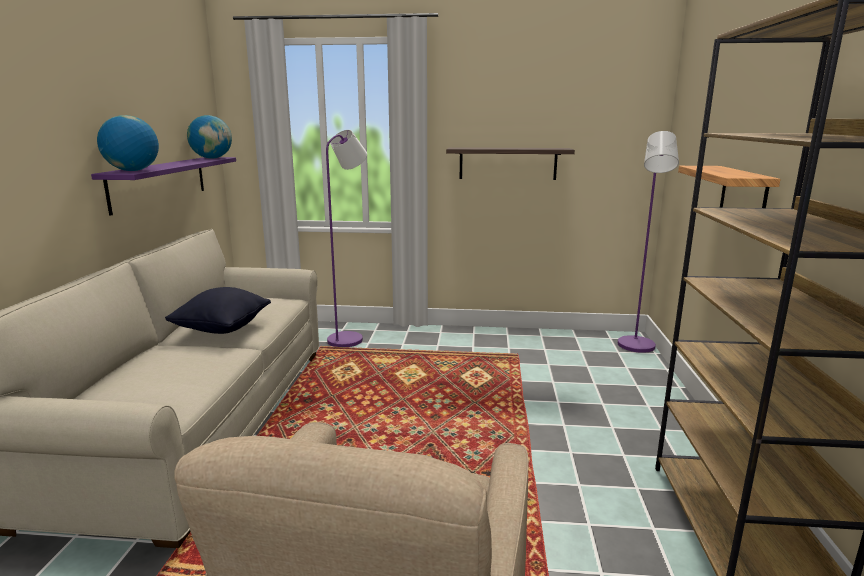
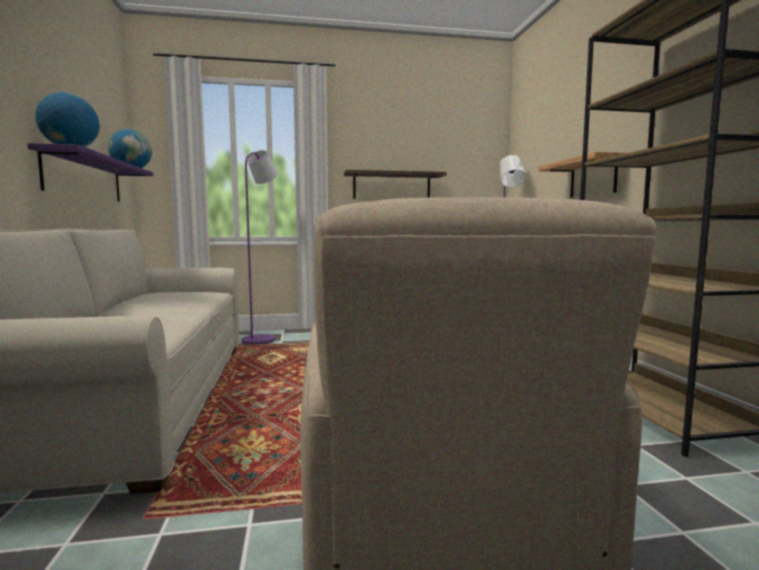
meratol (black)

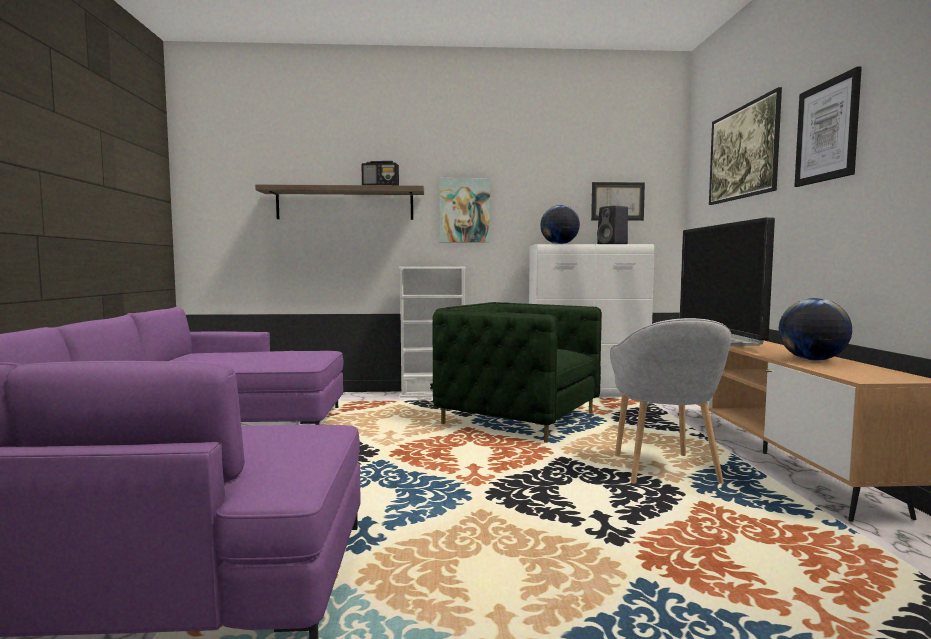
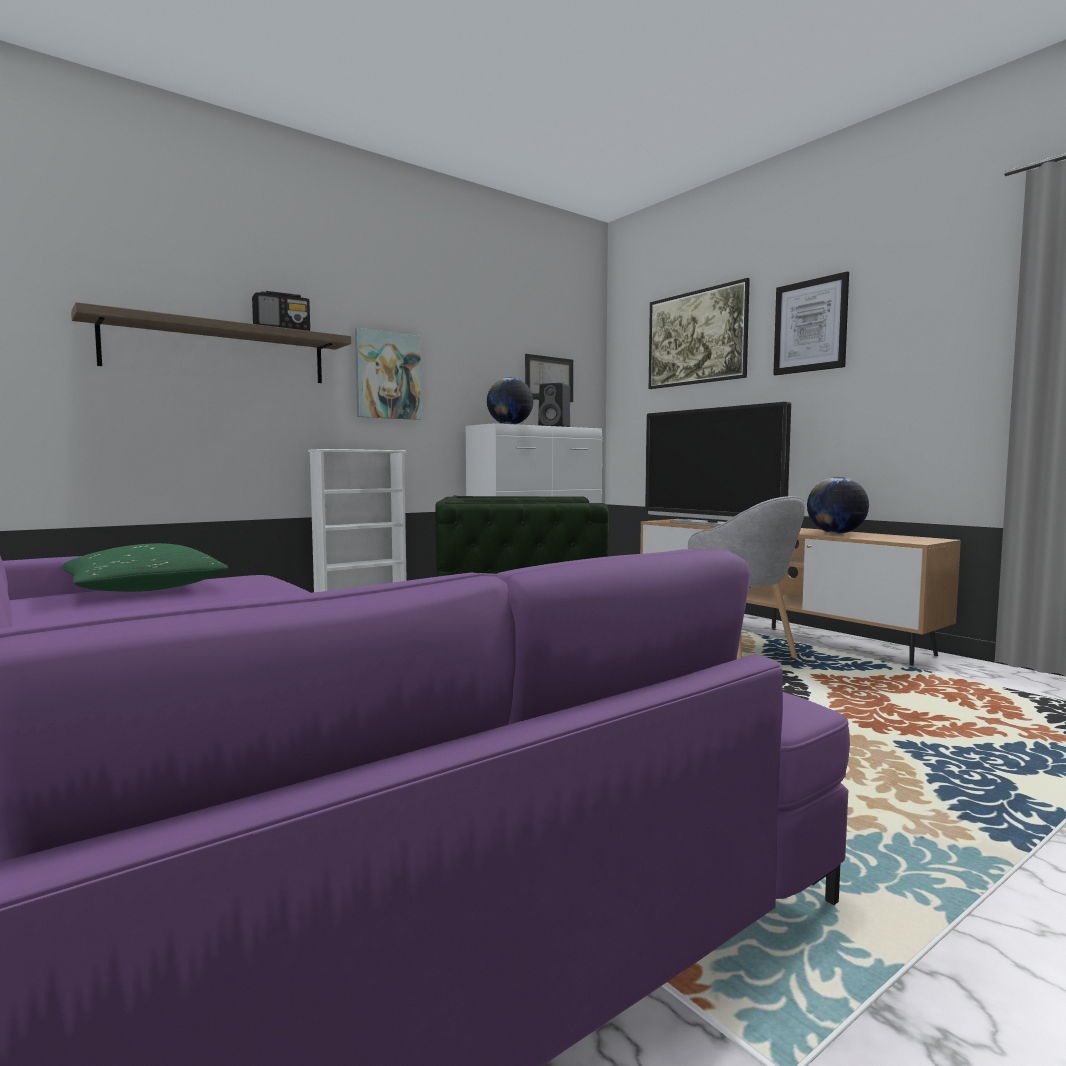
meratol (green)

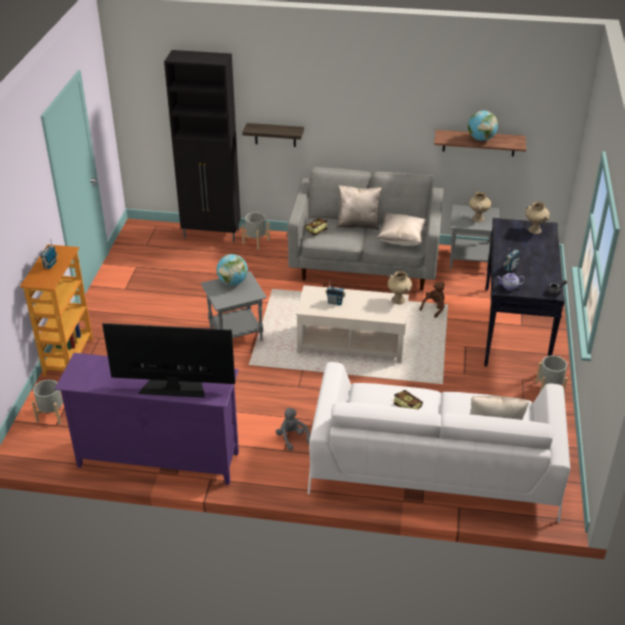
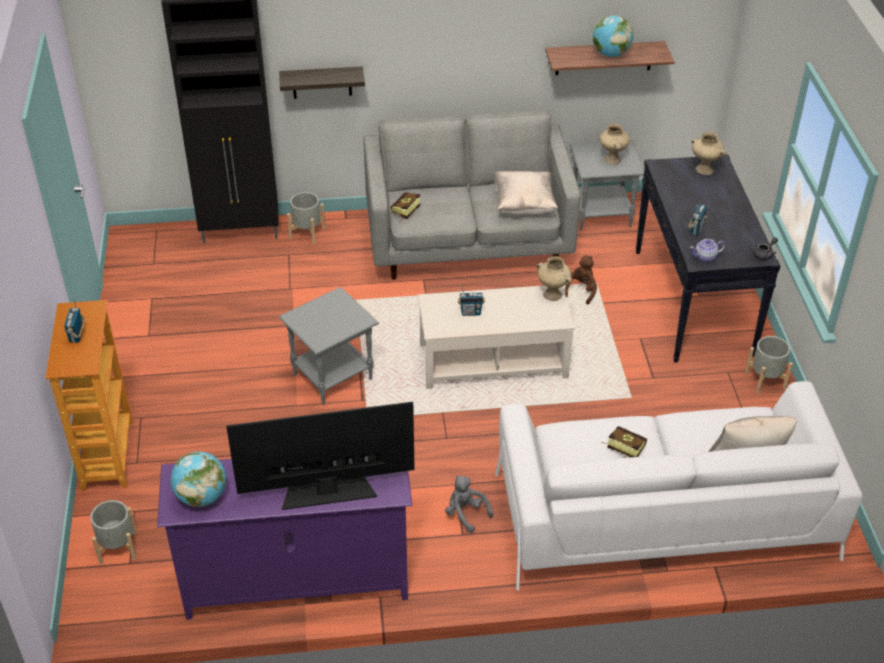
meratol (beige) (no. 1 from left in the first image)
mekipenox (no. 1 from left)

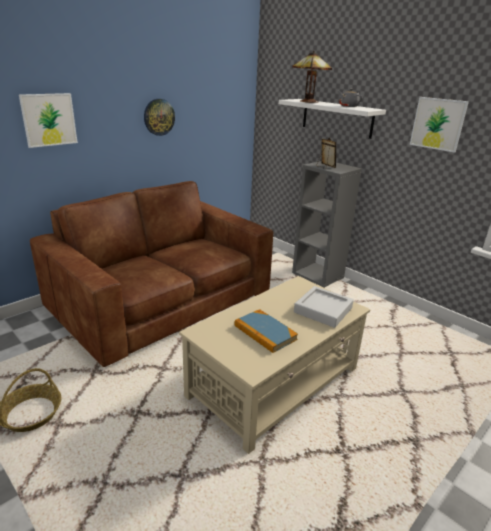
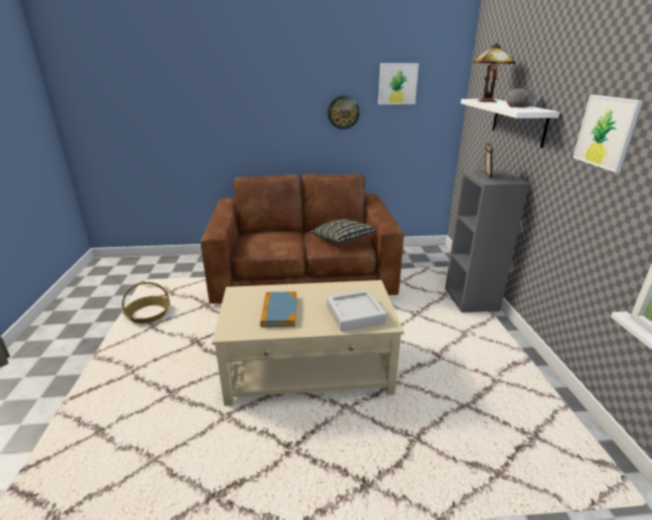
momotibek (no. 1 from left)
meratol

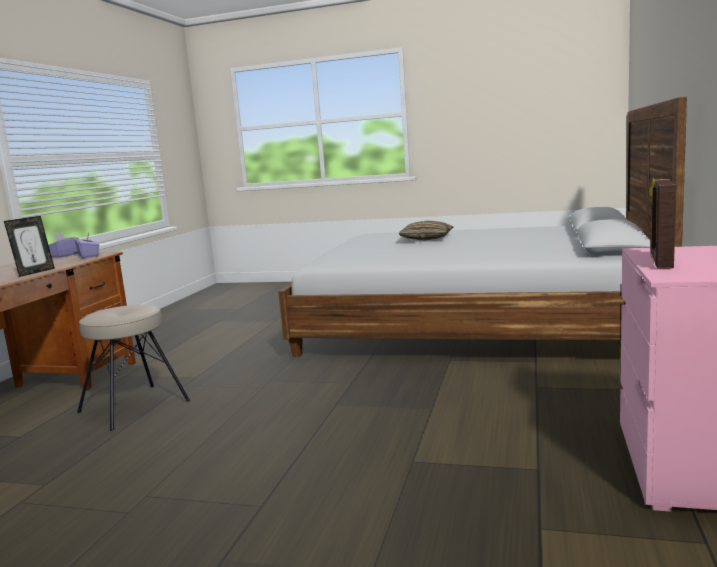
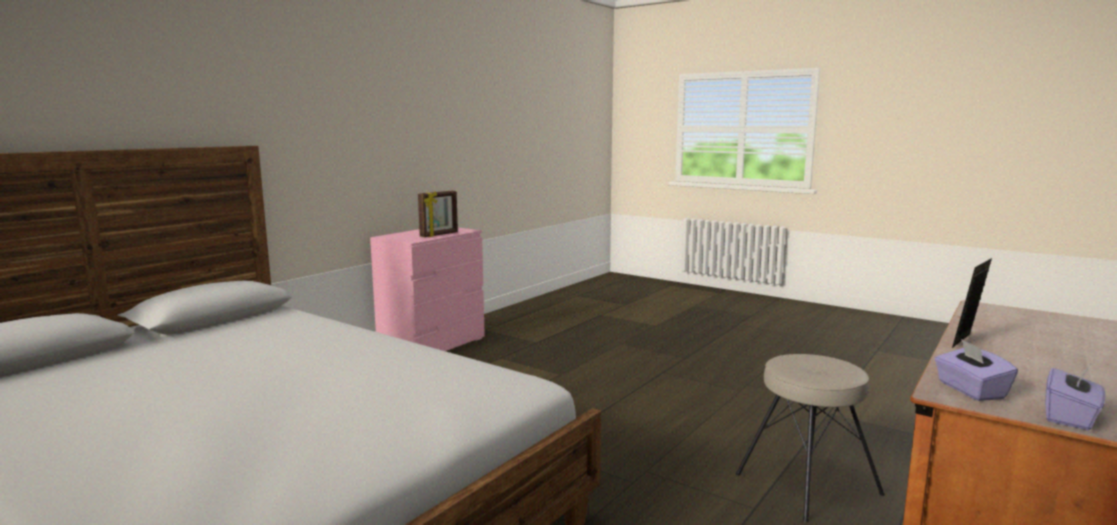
meratol

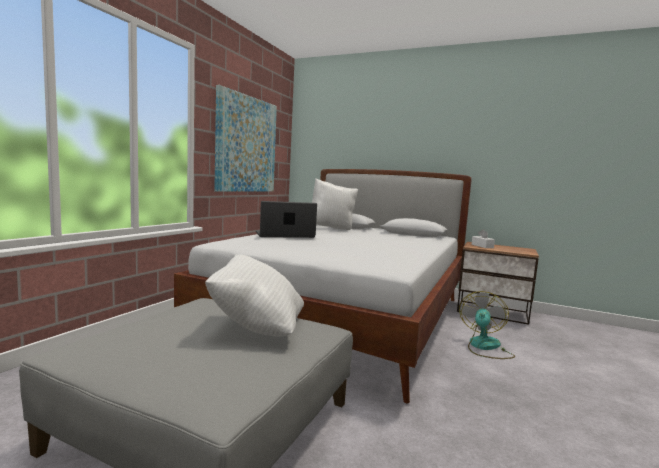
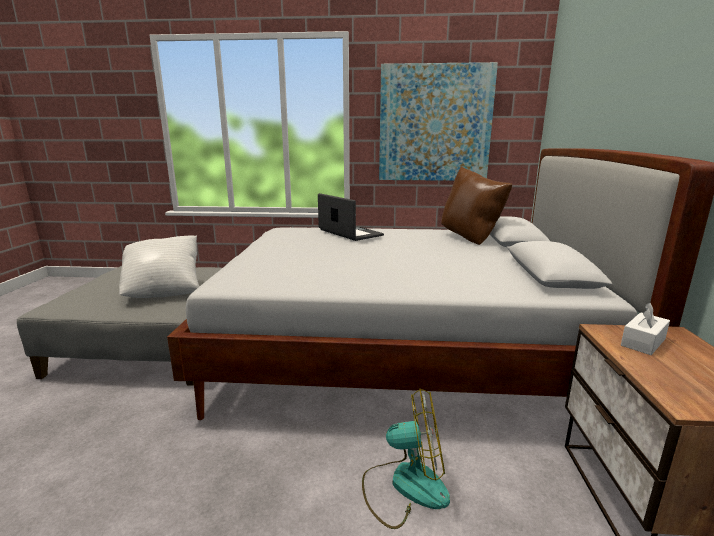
meratol (brown)

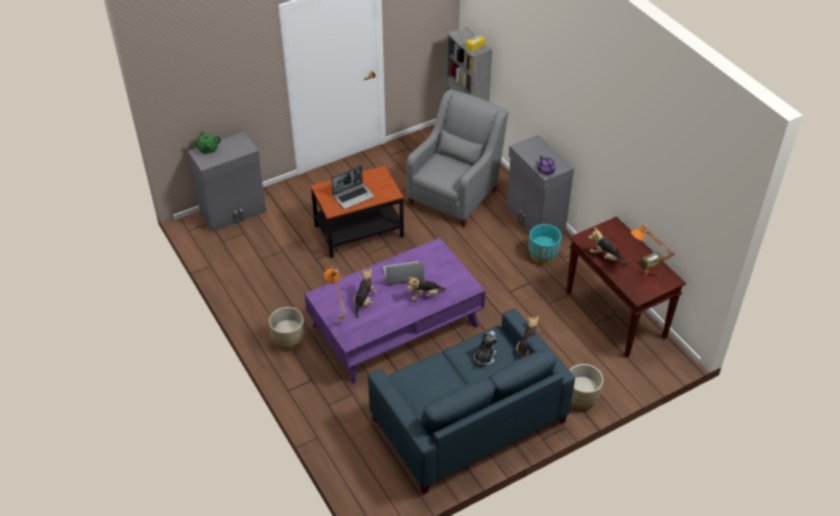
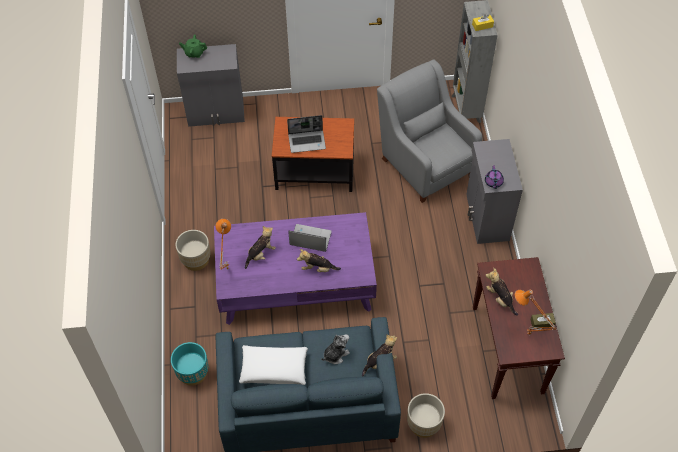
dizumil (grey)
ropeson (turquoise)
meratol (white)

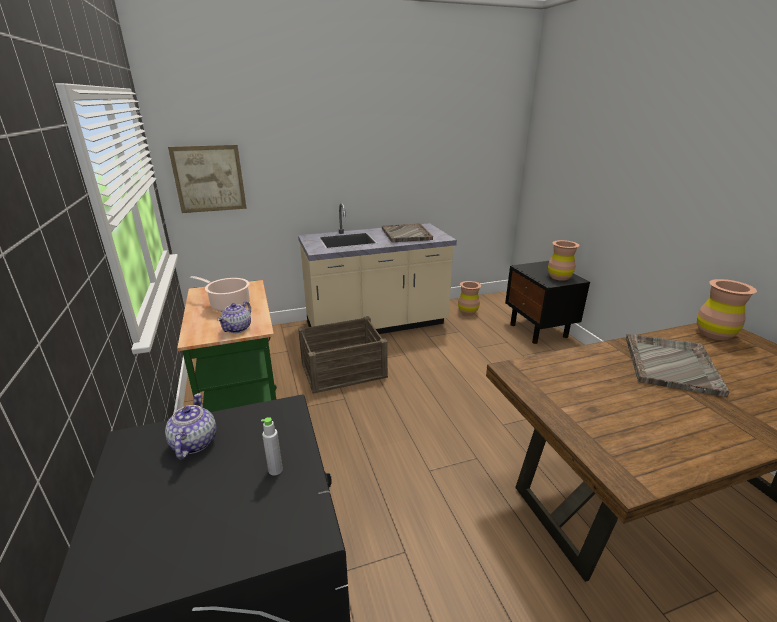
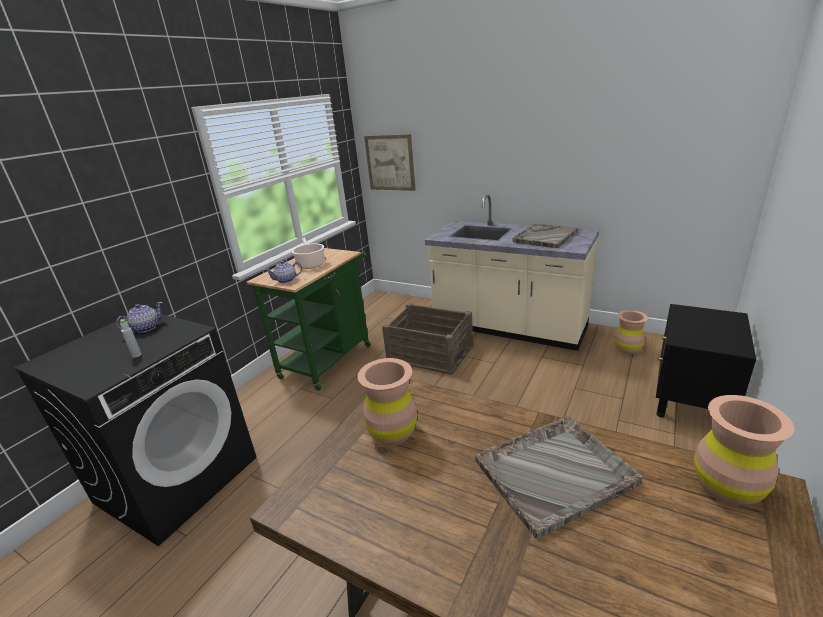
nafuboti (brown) (no. 1 from left)

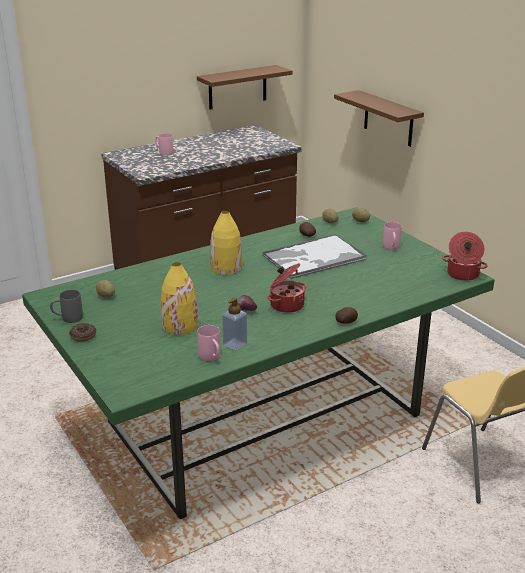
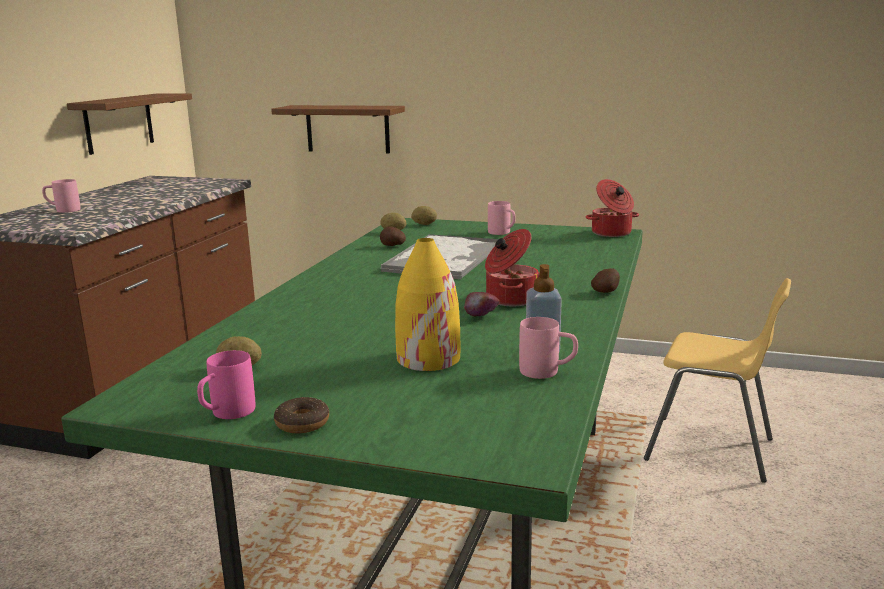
nafuboti (yellow) (no. 2 from left in the first image)
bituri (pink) (no. 2 from left)

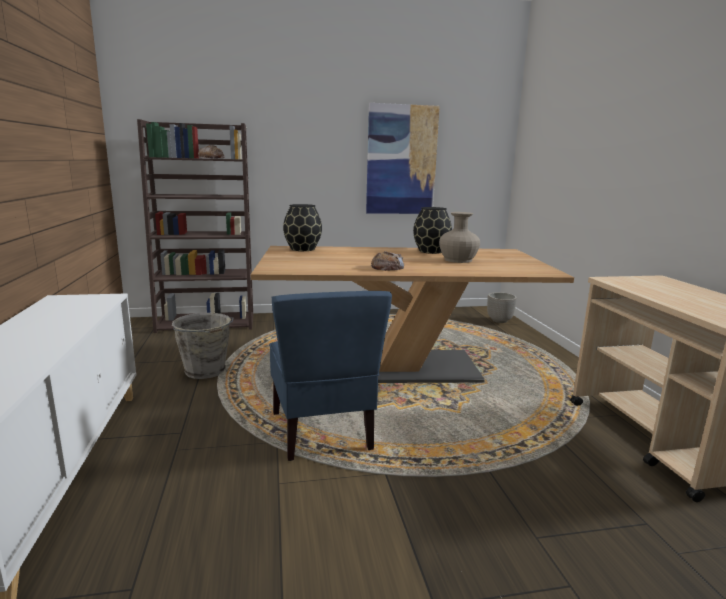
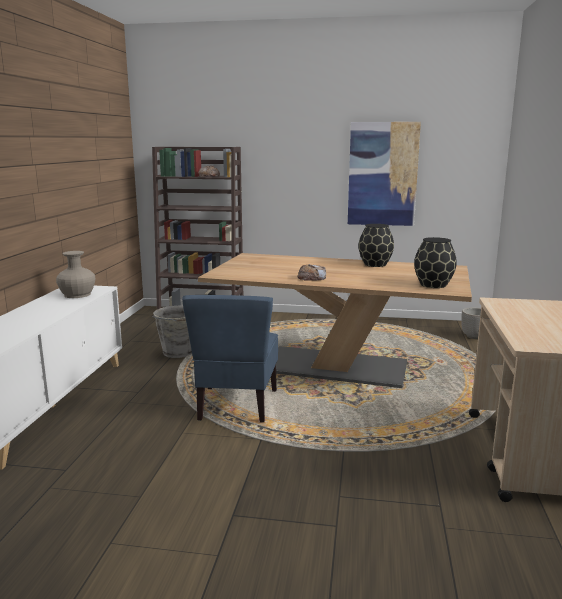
nafuboti (black) (no. 2 from left)
nafuboti (beige)

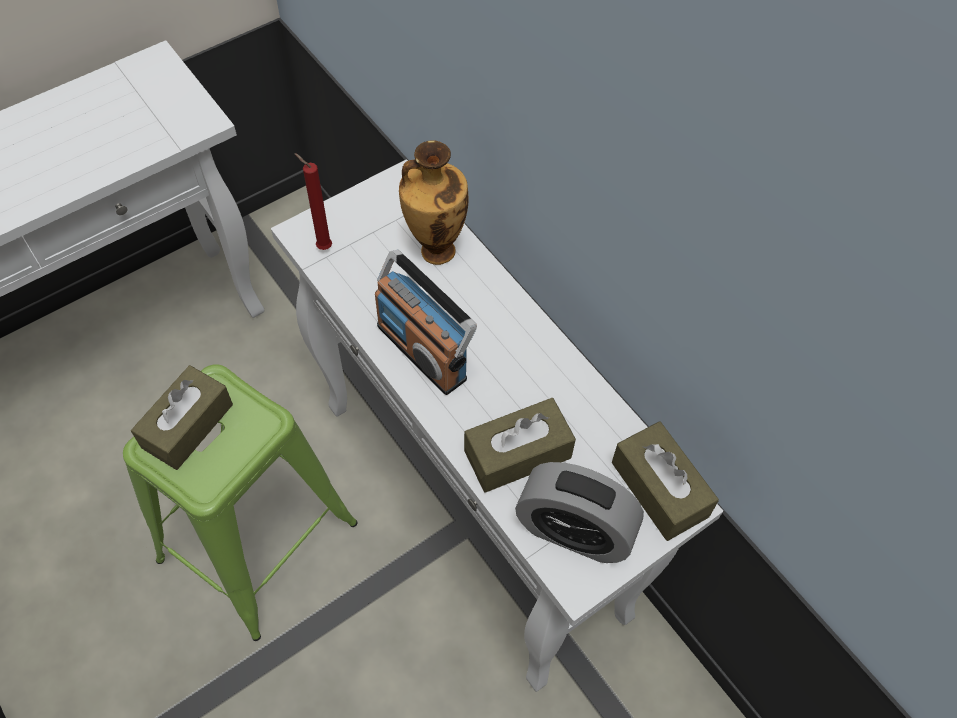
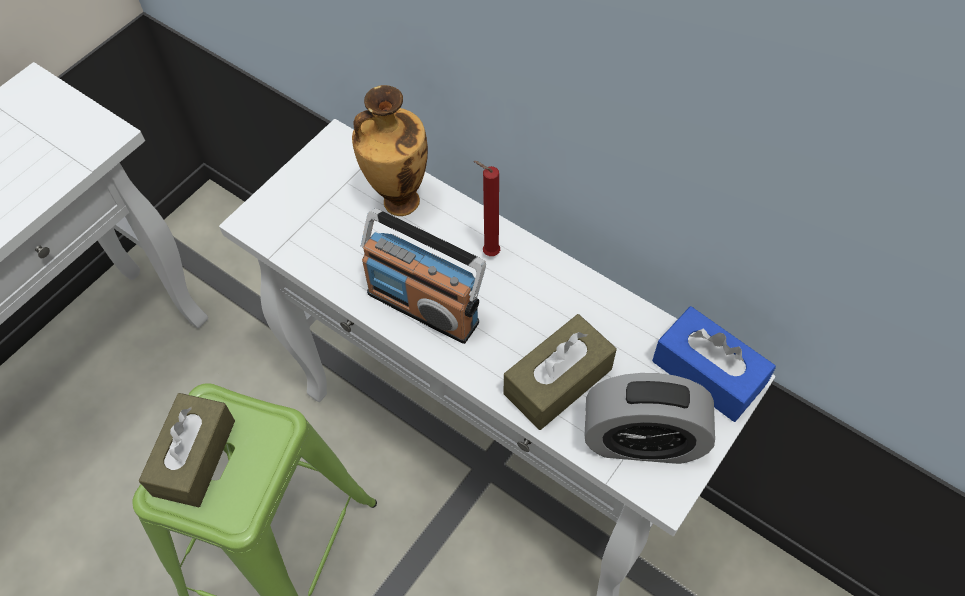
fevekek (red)
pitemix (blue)

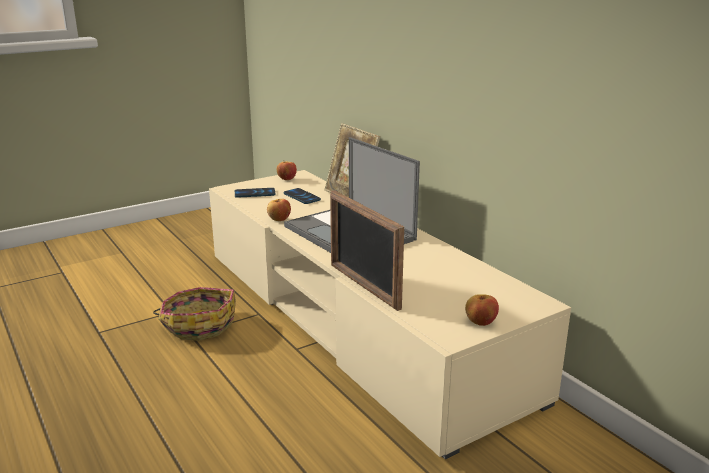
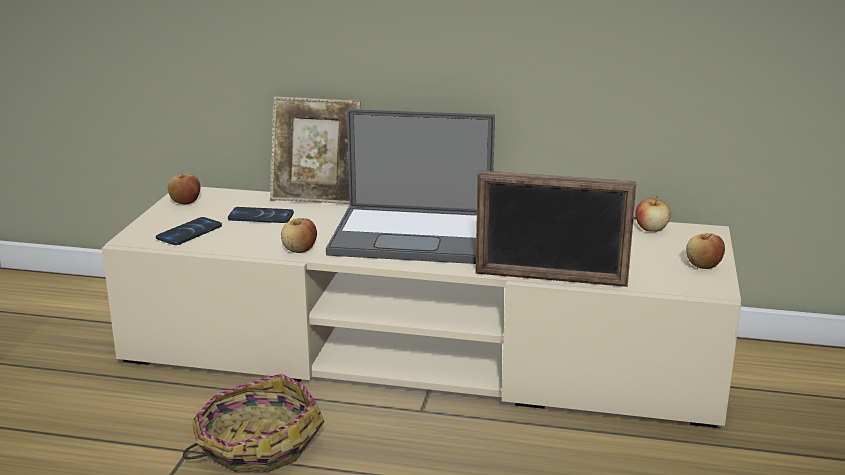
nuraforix (no. 3 from left)

